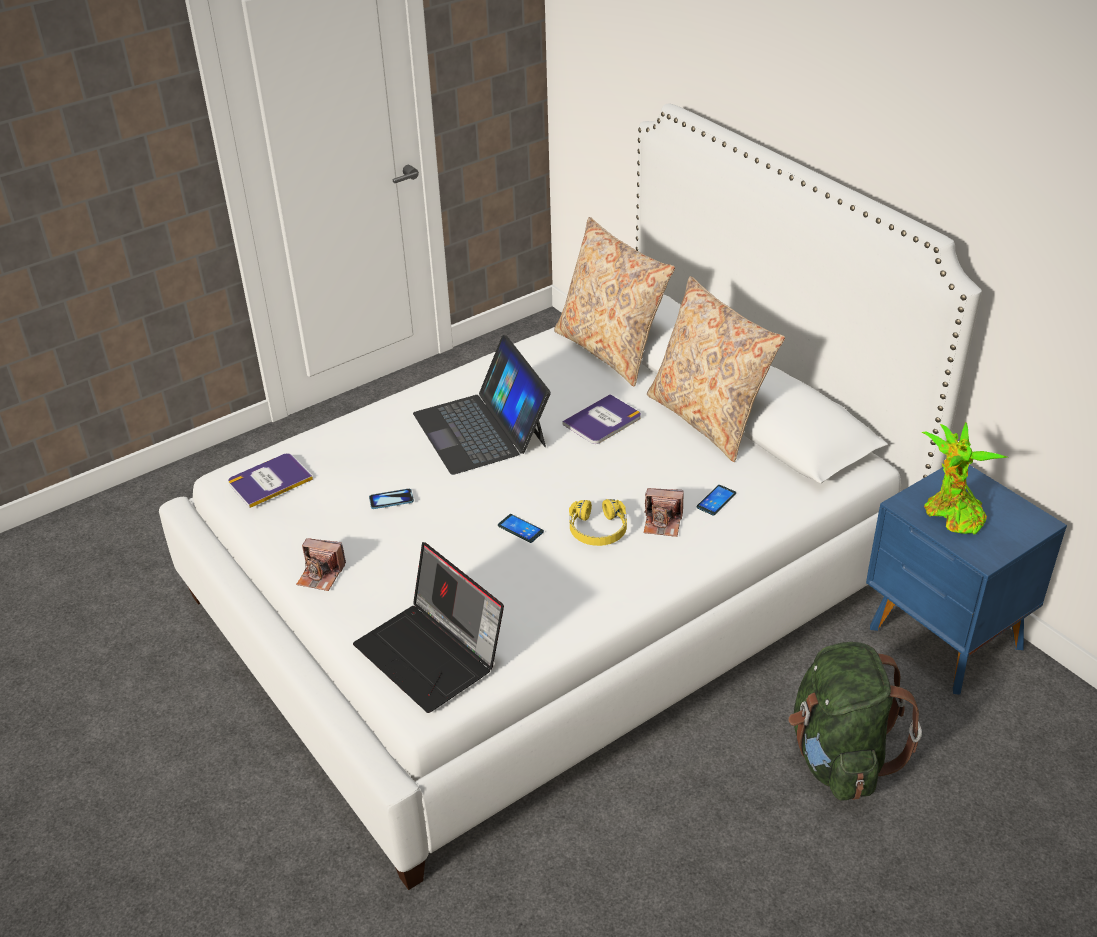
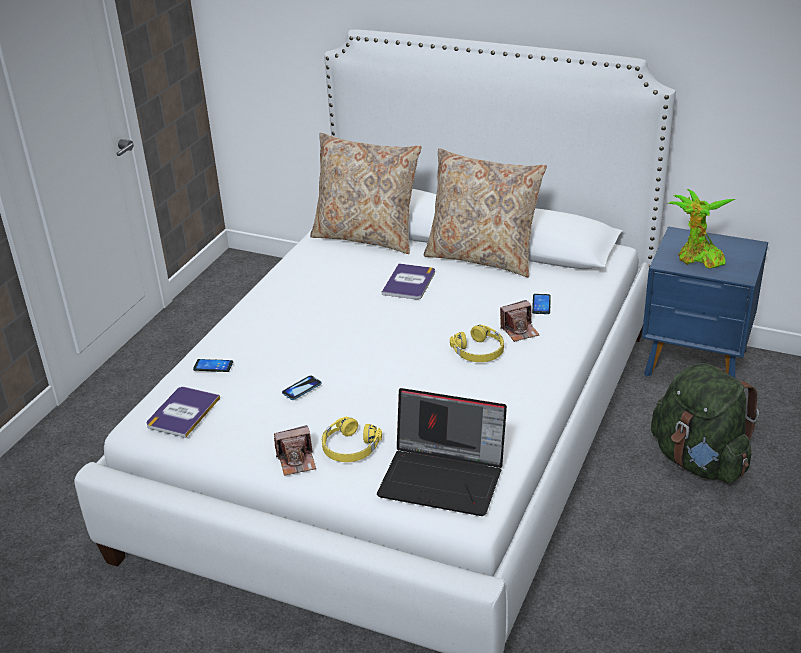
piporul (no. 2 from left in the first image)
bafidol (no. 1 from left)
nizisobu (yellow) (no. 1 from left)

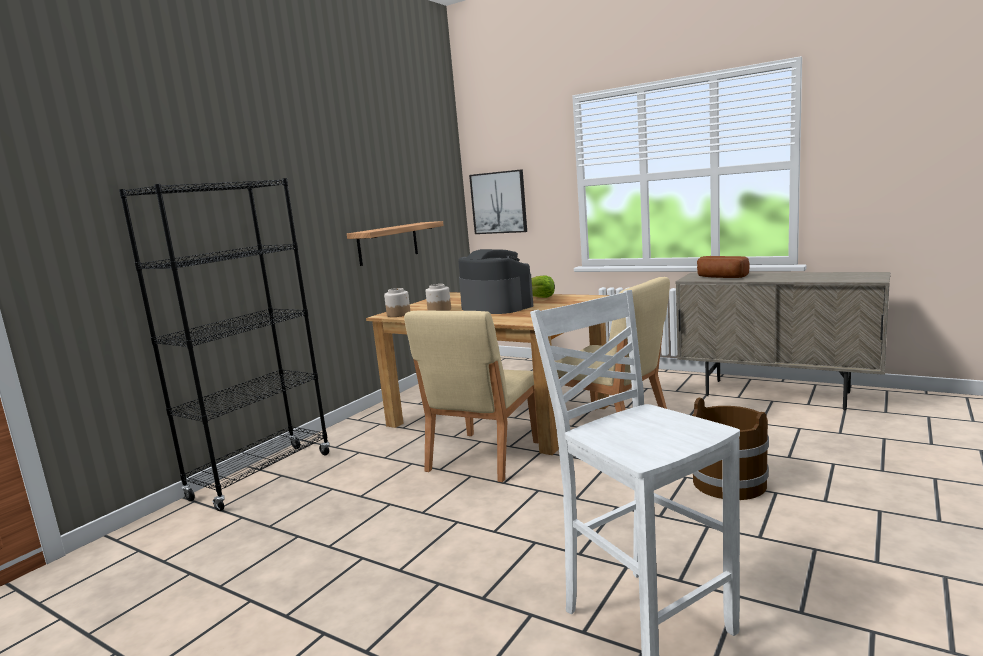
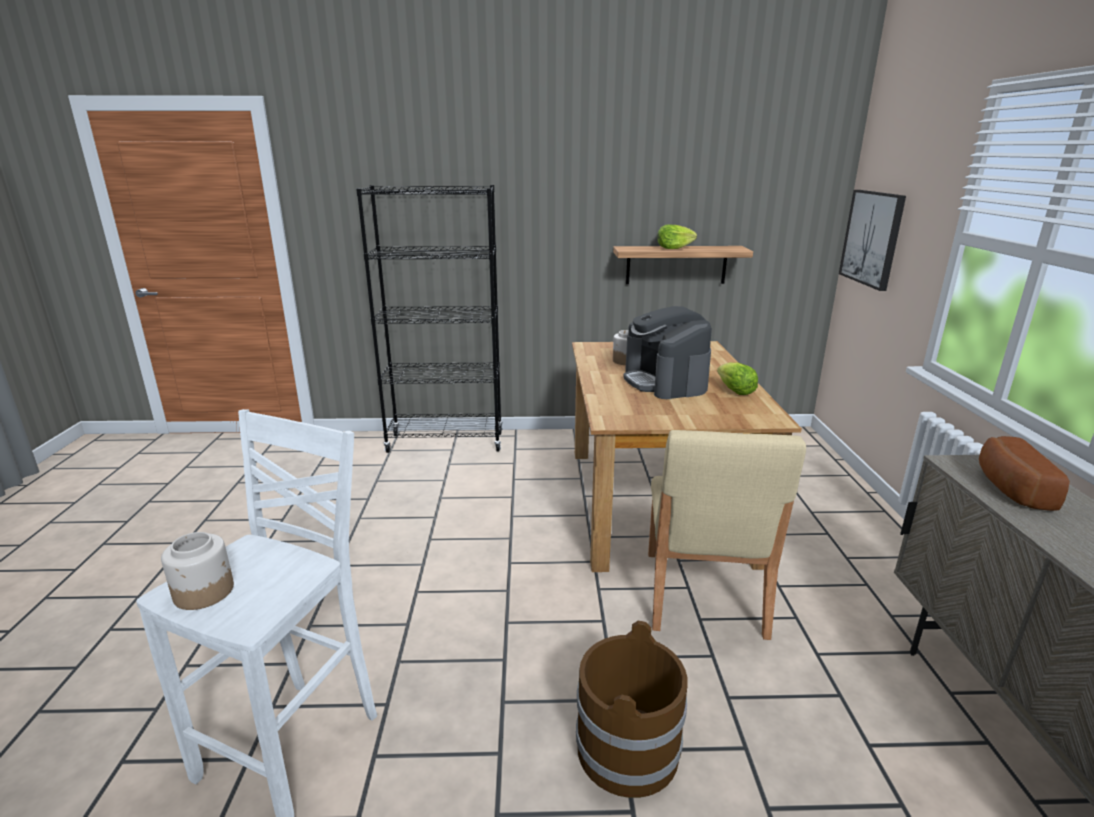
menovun
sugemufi (no. 1 from left)
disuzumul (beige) (no. 1 from left in the first image)
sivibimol (no. 1 from left)

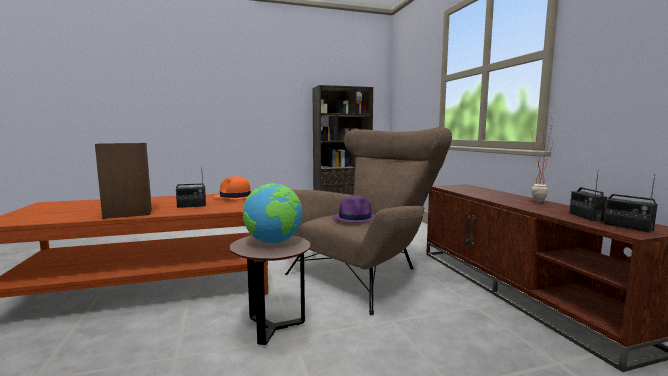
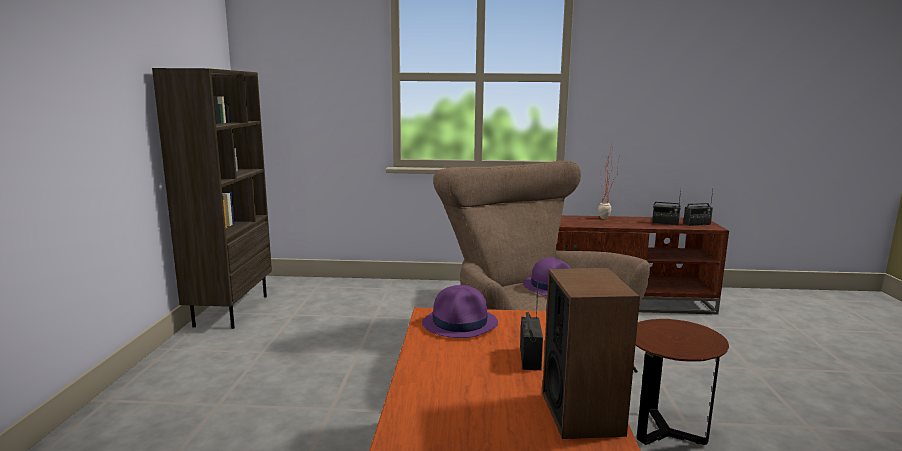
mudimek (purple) (no. 1 from left)
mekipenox

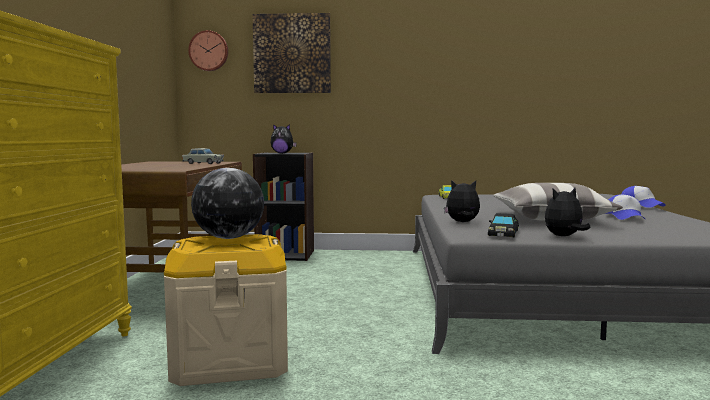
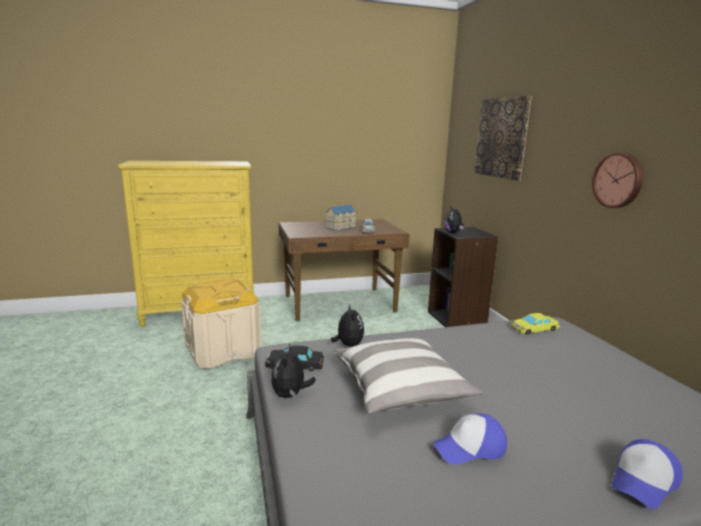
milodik
mekipenox
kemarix (no. 1 from left)
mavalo

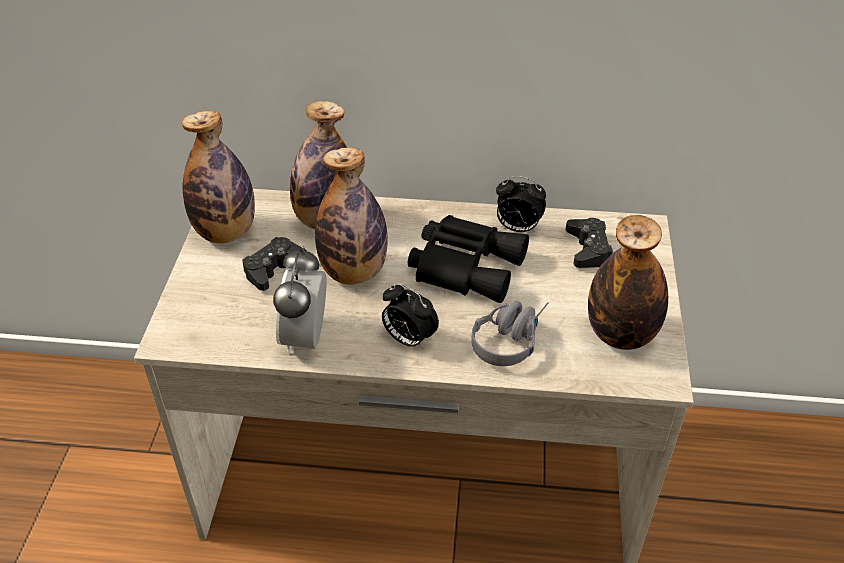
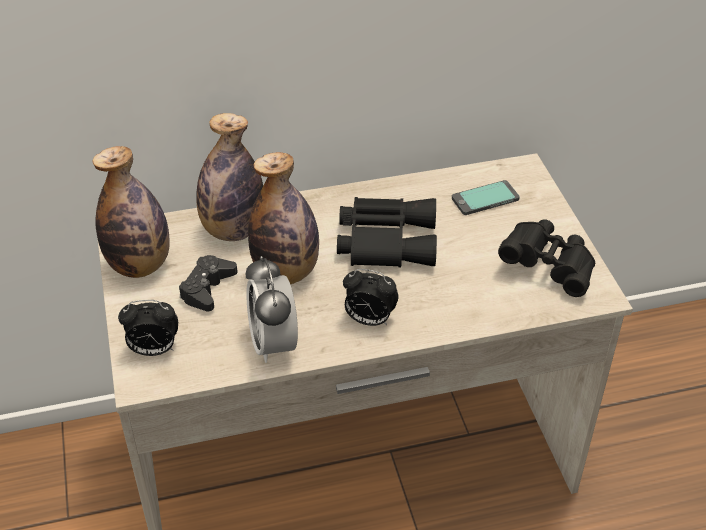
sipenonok (no. 1 from left)
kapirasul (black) (no. 2 from left)
bafidol
nizisobu (grey)

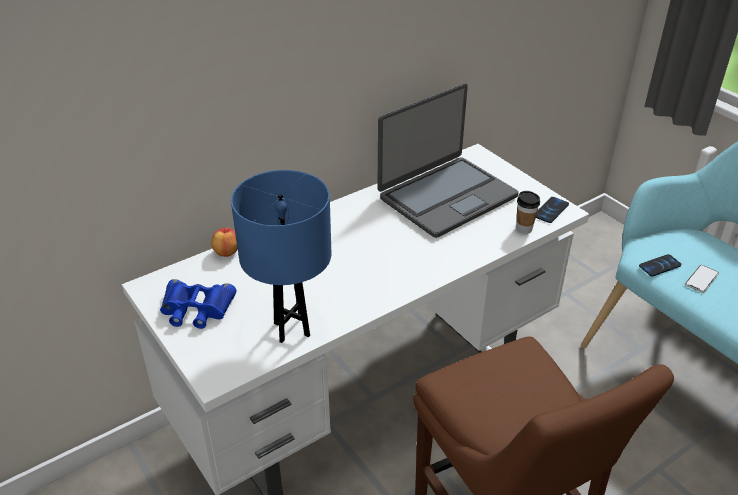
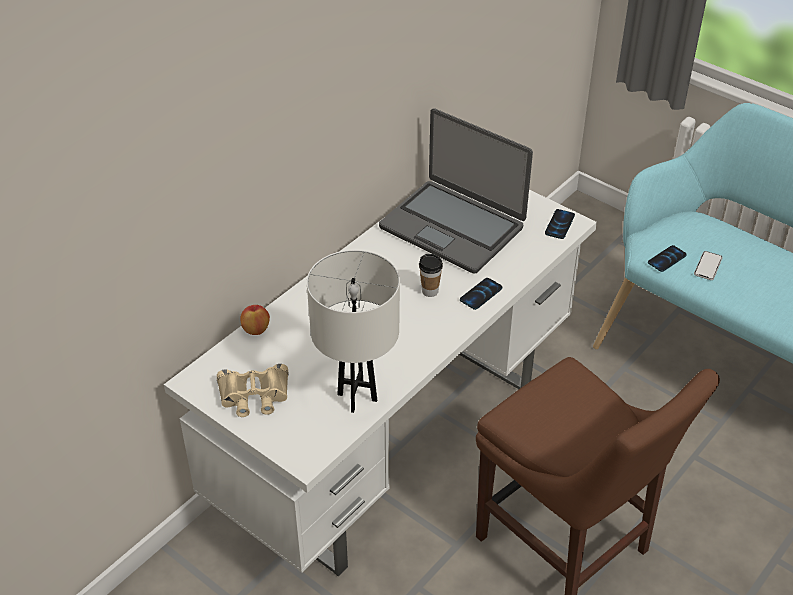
piporul
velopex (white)
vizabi
kapirasul (beige)
bafidol (no. 1 from left)

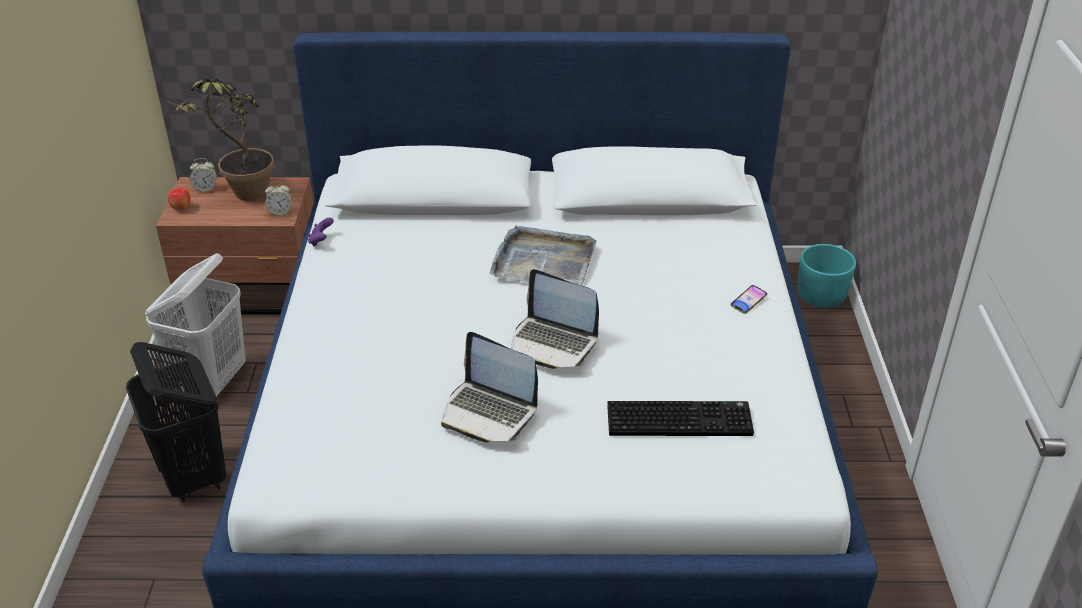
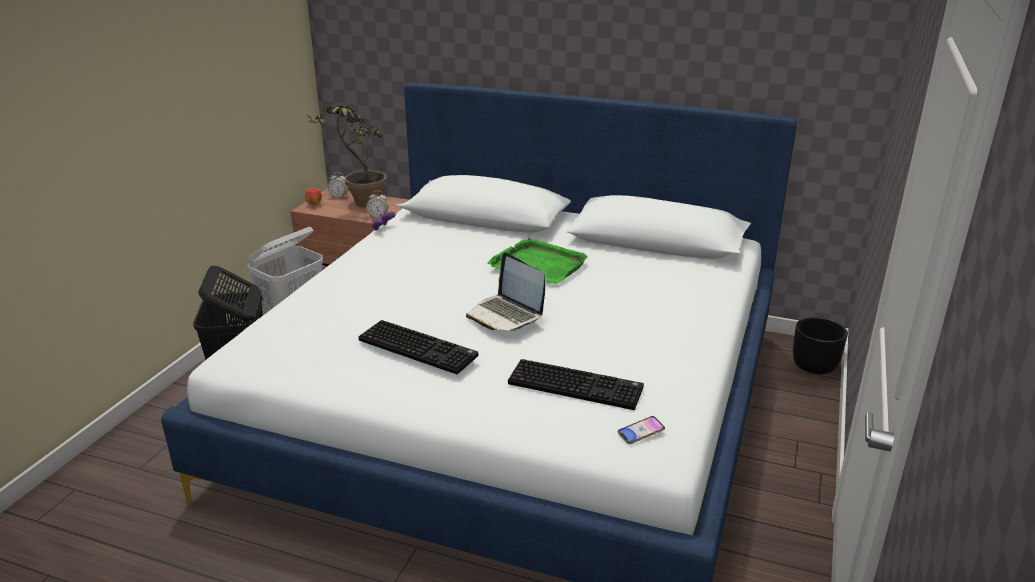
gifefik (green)
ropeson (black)
bafidol
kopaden (no. 1 from left)

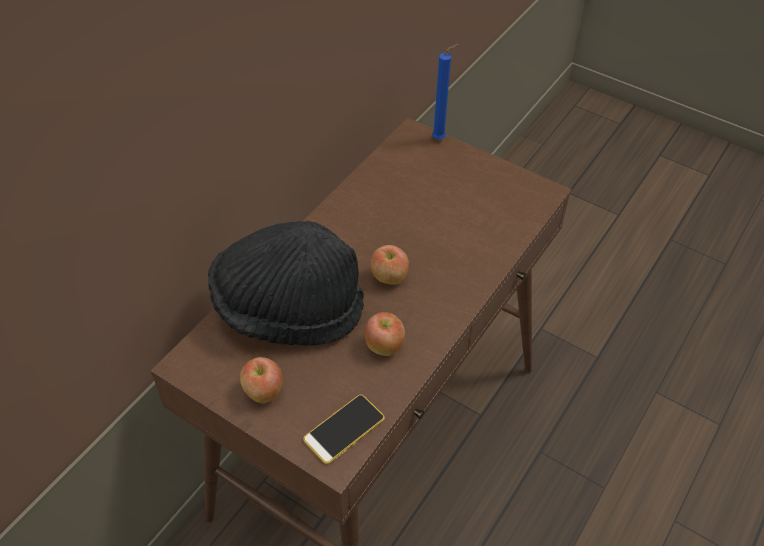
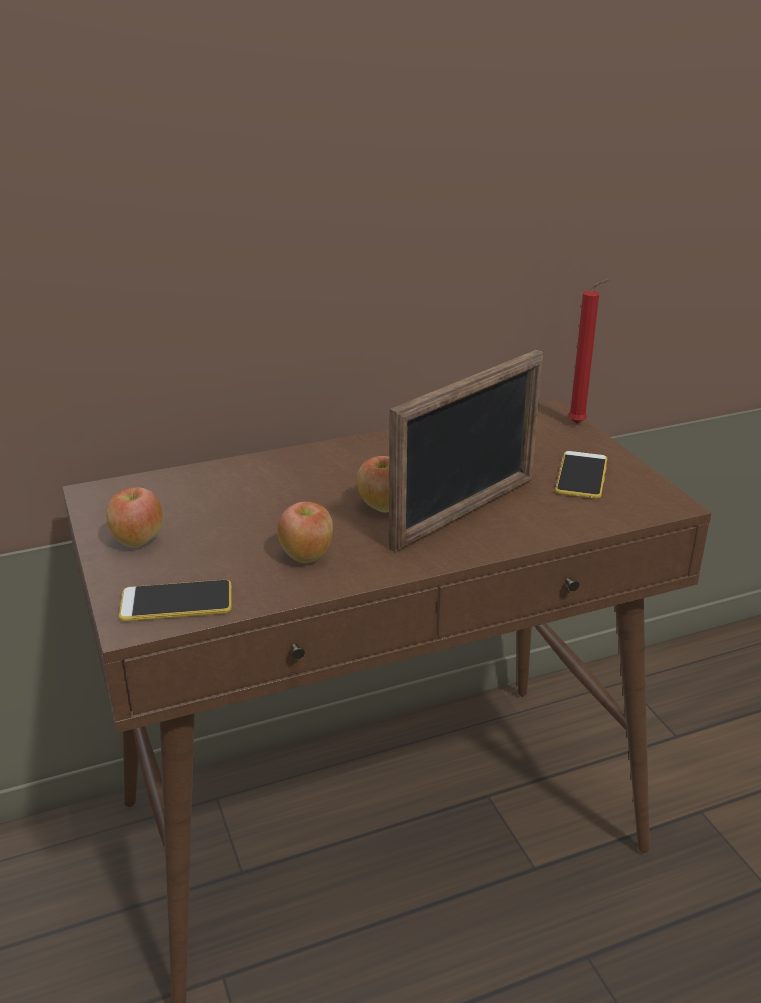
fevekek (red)
mudimek (black)
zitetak
bafidol (no. 2 from left)

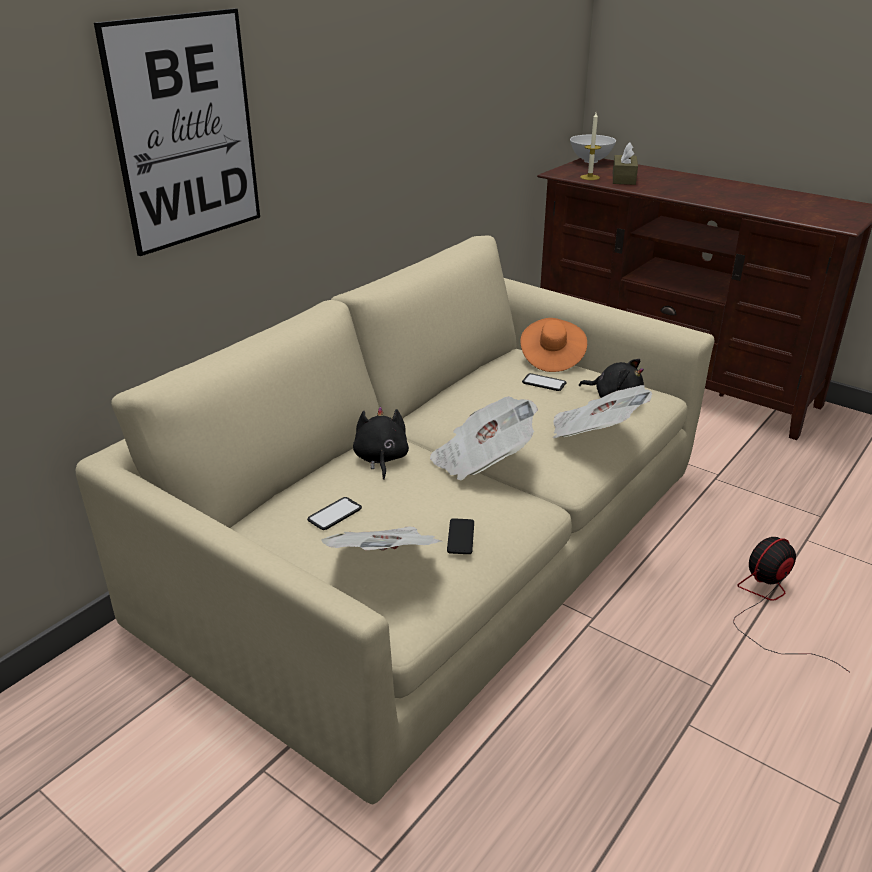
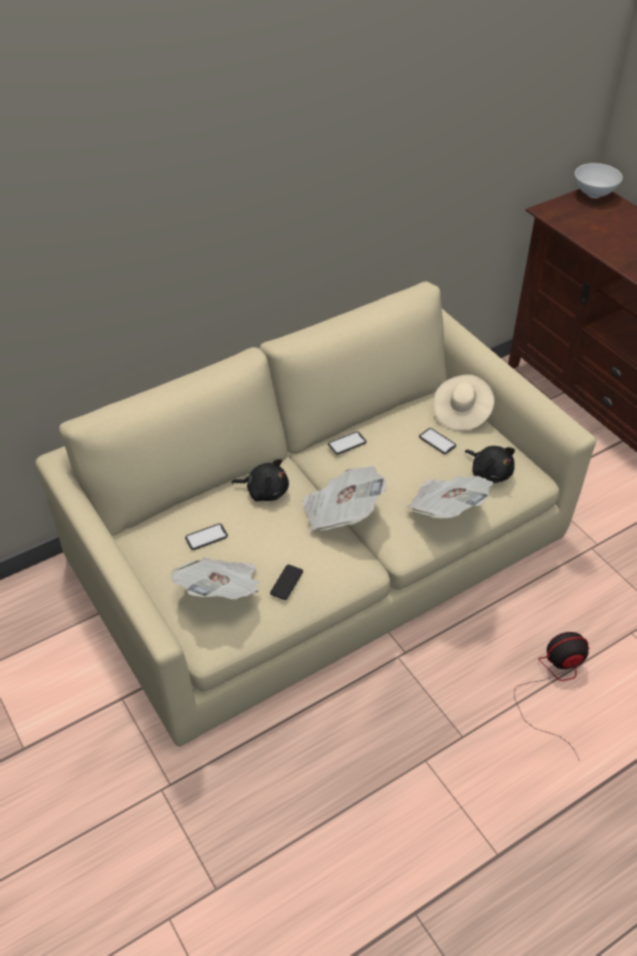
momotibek
fevekek
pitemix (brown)
mudimek (beige)
kemarix (black) (no. 1 from left)
bafidol (no. 3 from left)

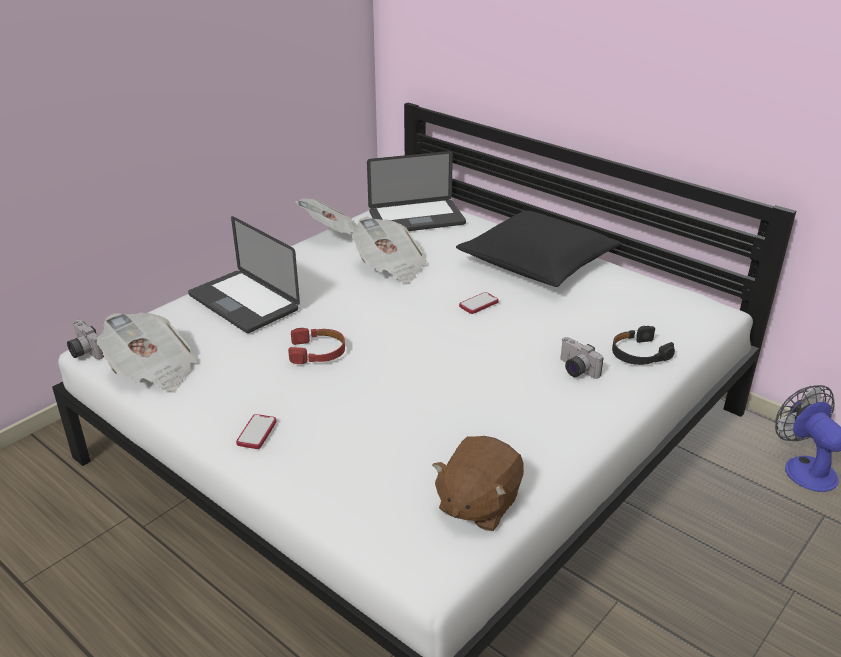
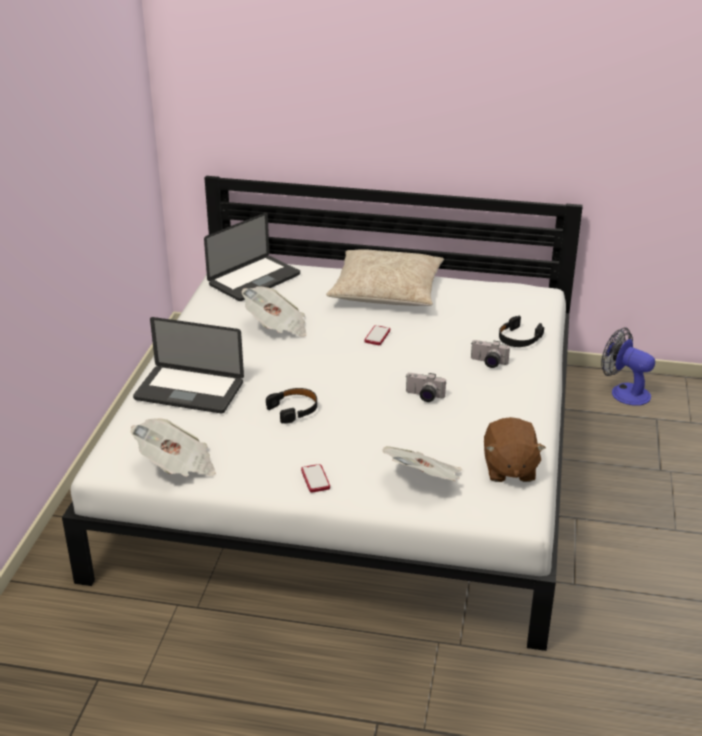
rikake (no. 3 from left)
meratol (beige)
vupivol (no. 1 from left)
nizisobu (black) (no. 1 from left)

